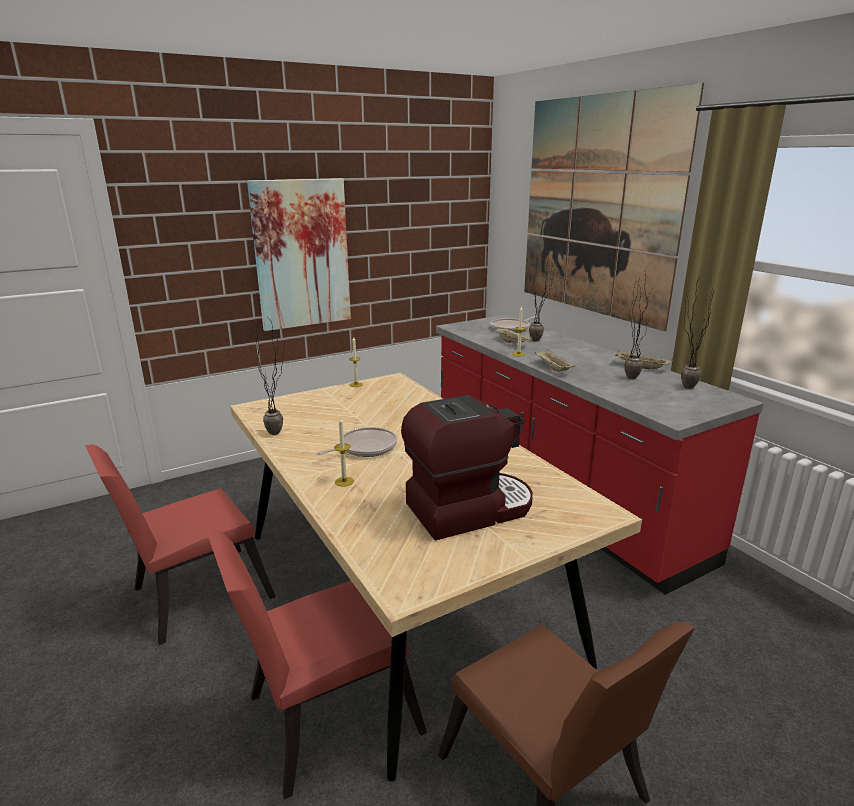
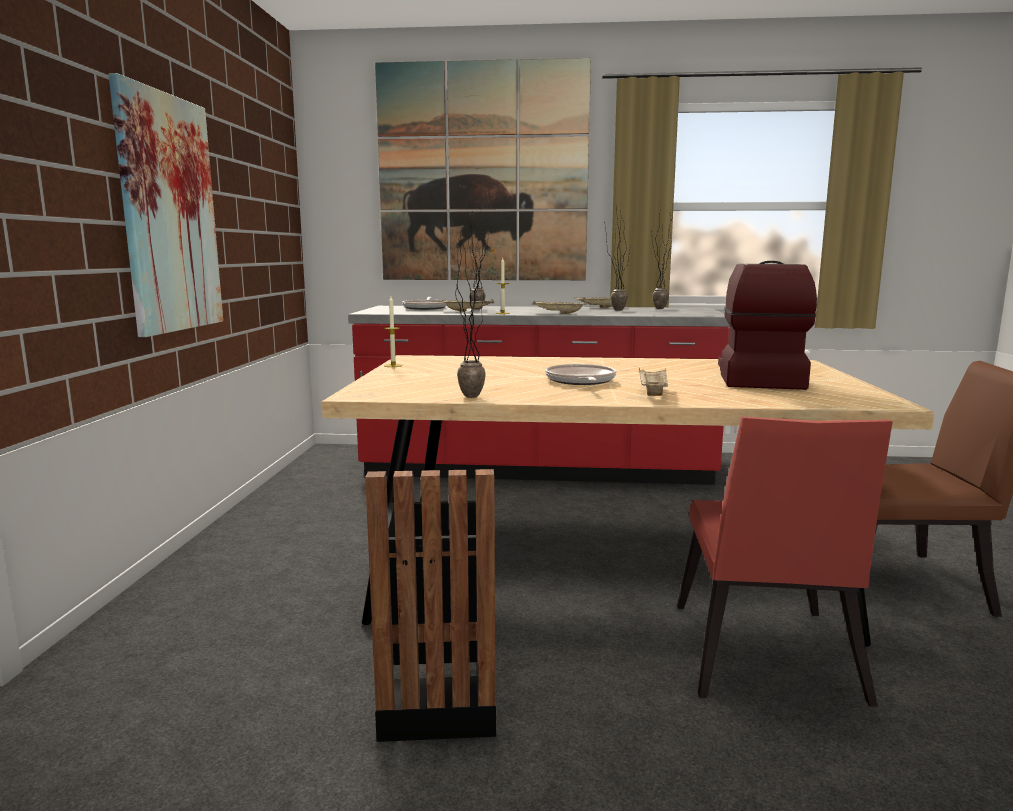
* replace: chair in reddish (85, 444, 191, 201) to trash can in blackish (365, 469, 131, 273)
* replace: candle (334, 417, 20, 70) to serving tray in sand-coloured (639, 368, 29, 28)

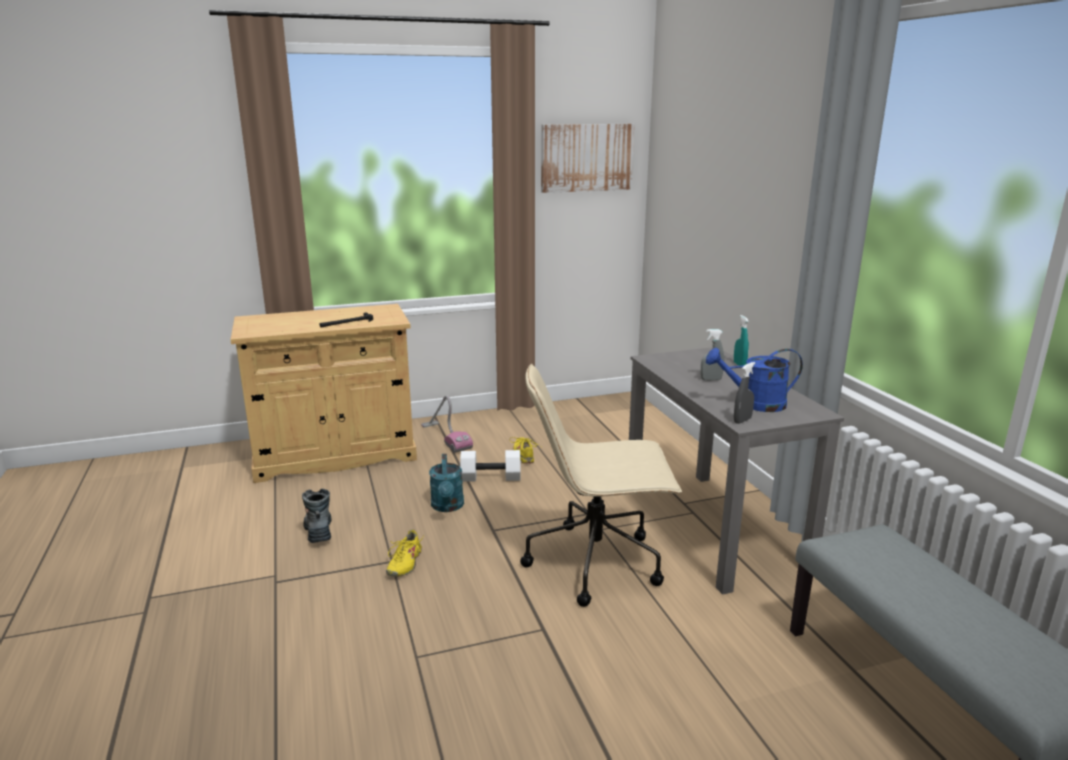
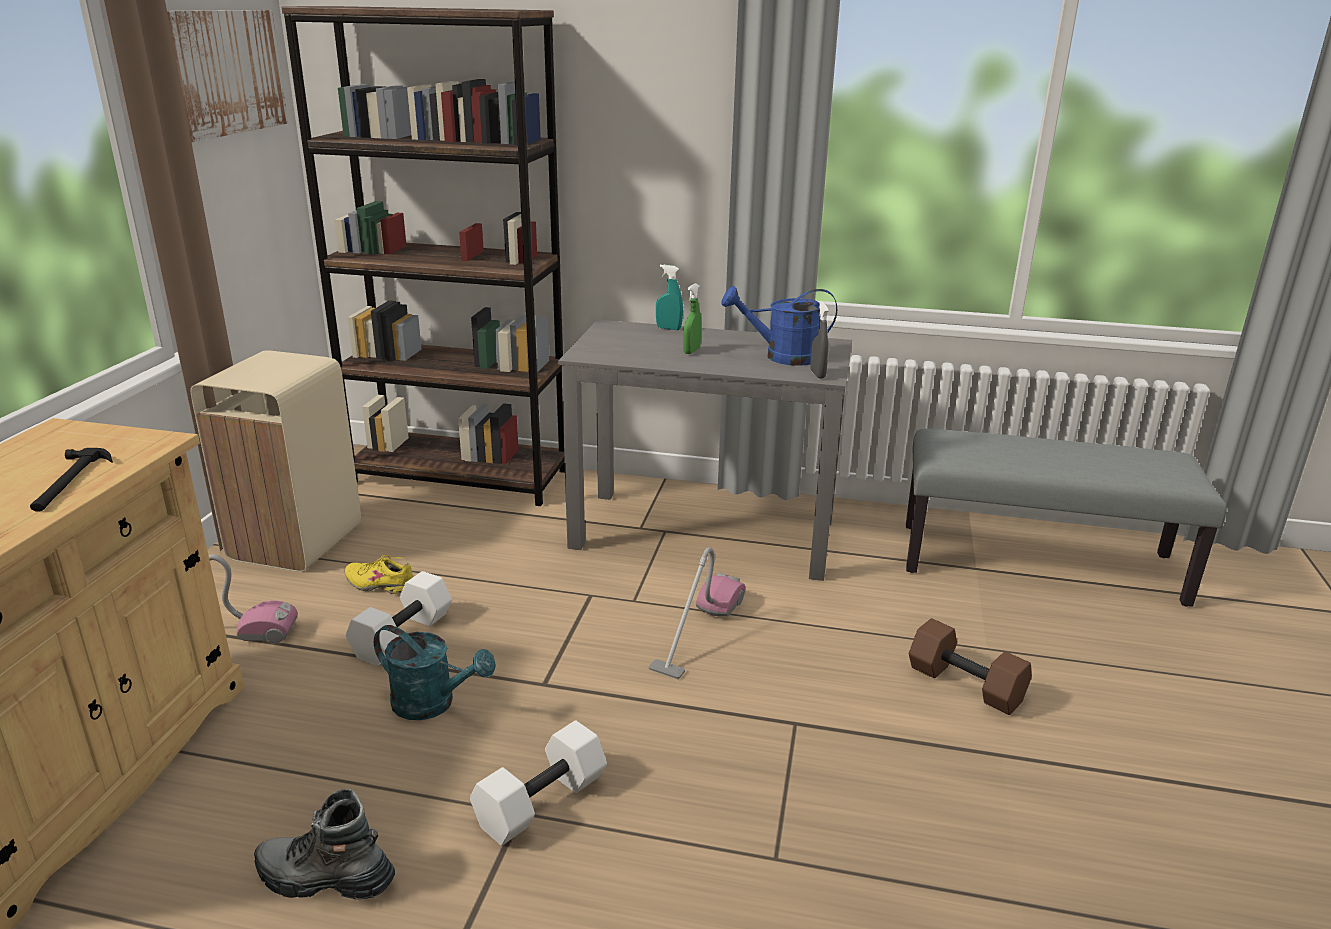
* replace: shoe in yellow (386, 529, 37, 48) to dumbbell in whitish (470, 720, 137, 125)
* replace: office chair in sand-coloured (520, 364, 162, 243) to vacuum cleaner (649, 547, 96, 132)
* recolor: sprayer in gray (701, 329, 23, 51) to sprayer in green (683, 283, 18, 71)
* rotate: watering can in blue (706, 348, 97, 64) = (722, 286, 115, 80) 60 degrees clockwise
* insert: trash can in sand-coloured (191, 350, 170, 222)
* insert: bookshelf in brown (281, 6, 284, 500)
* insert: dumbbell in brown (909, 618, 123, 97)

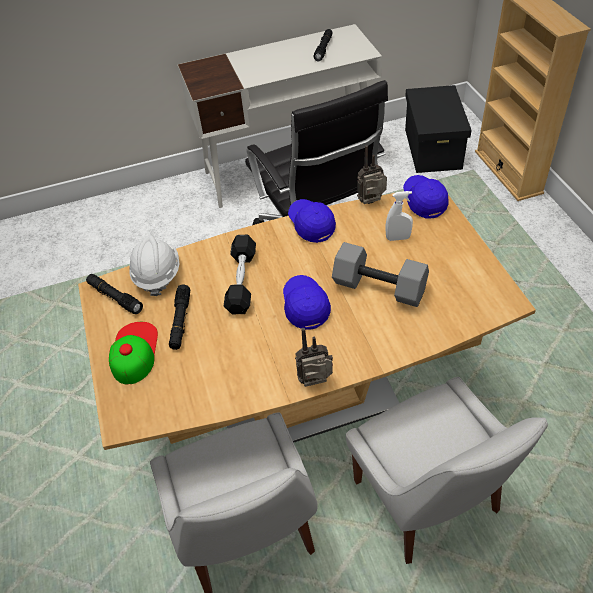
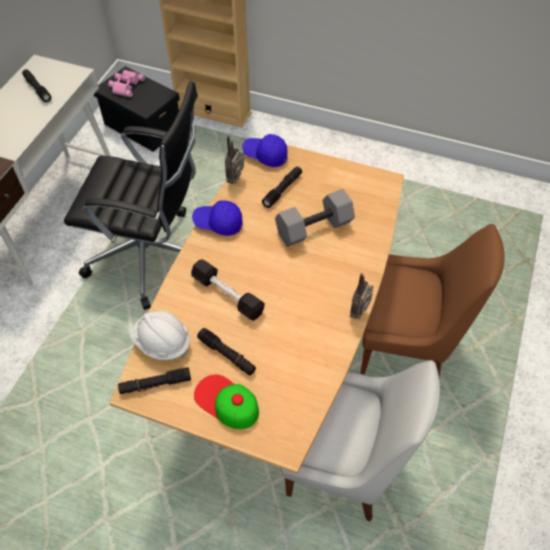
* delete: cap in blue (283, 275, 48, 55)
* recolor: chair in whitish (346, 377, 202, 187) to chair in brown (360, 224, 144, 155)
* replace: sprayer in whitish (385, 191, 28, 50) to torch in blackish (262, 167, 40, 41)
* insert: binoculars in pink-coloured (108, 70, 37, 27)

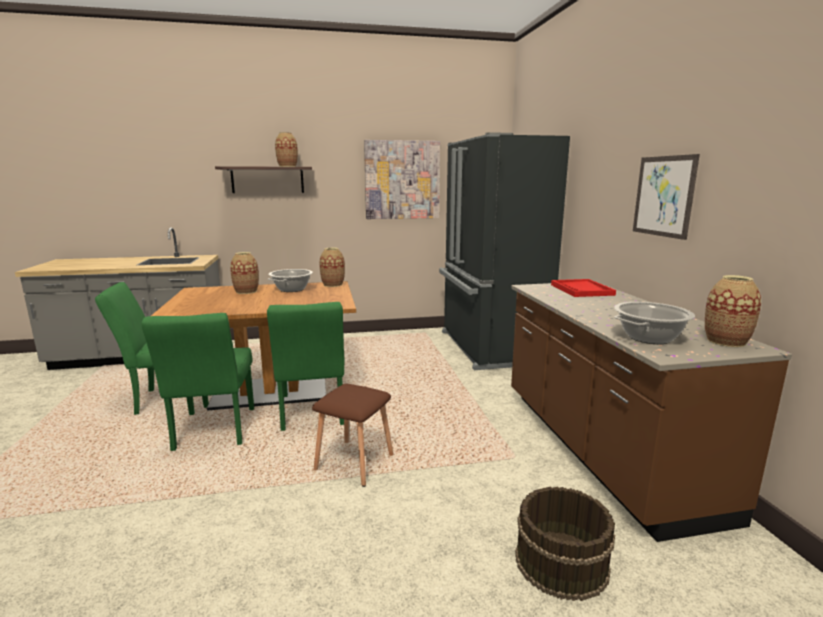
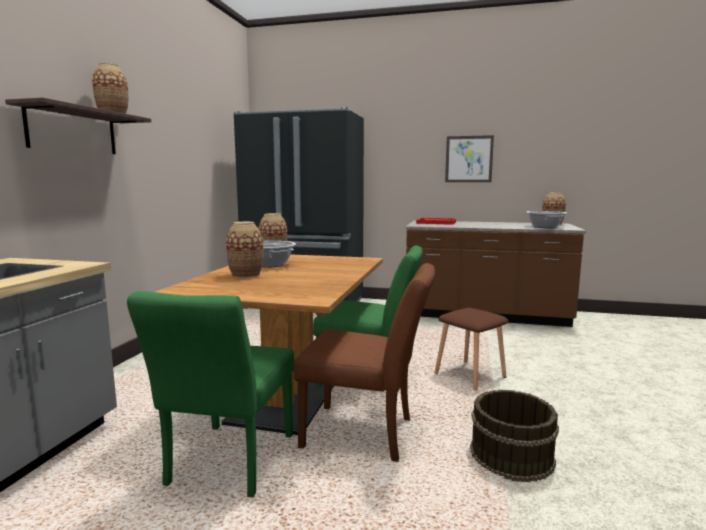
* recolor: chair in green (142, 313, 112, 138) to chair in brown (294, 263, 141, 199)
* delete: wall art (364, 140, 76, 79)
* move: pail in brown (515, 486, 100, 115) to (470, 390, 89, 92)

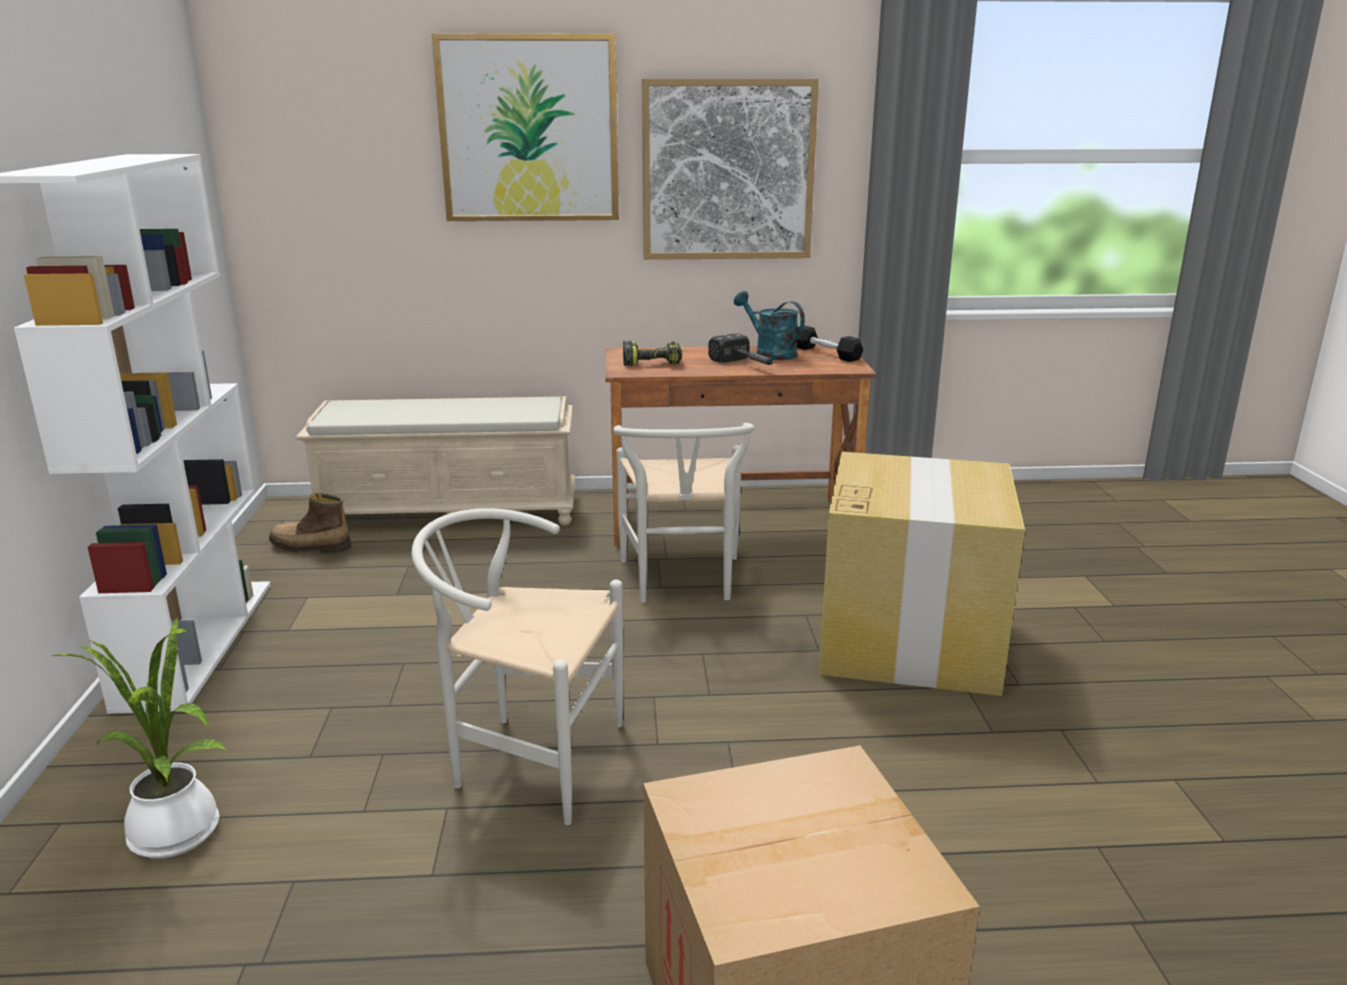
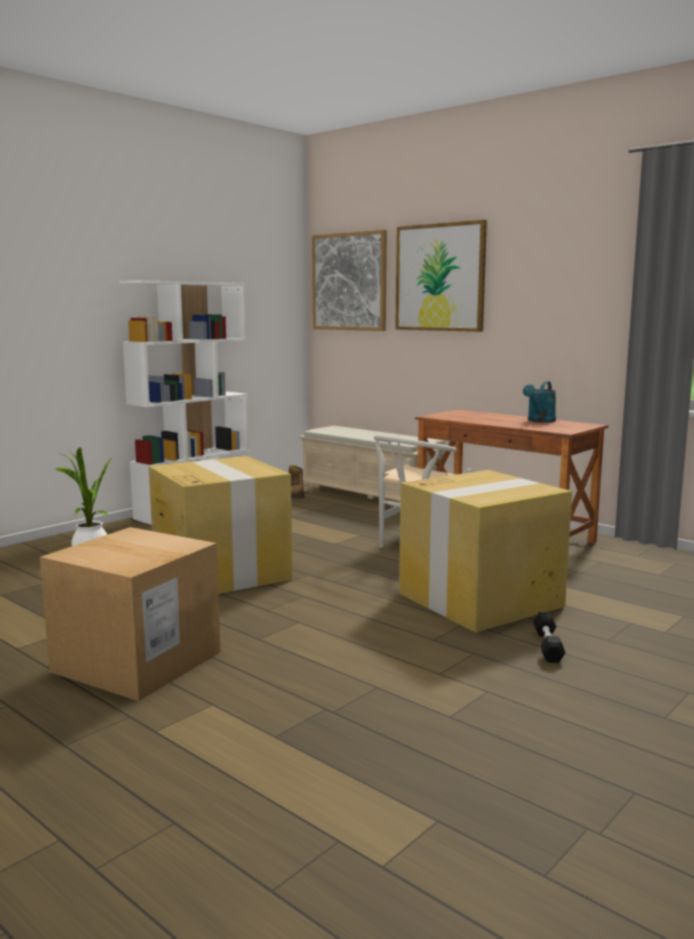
* replace: chair in whitish (412, 508, 212, 317) to cardboard box (149, 456, 144, 138)
* delete: electric drill (623, 341, 59, 25)
* move: wall art (642, 79, 177, 181) to (312, 230, 75, 101)
* delete: hammer (708, 334, 67, 31)
* rotate: watering can in turquoise-coloured (734, 291, 71, 69) = (523, 381, 33, 42) 150 degrees counterclockwise
* move: dumbbell in blackish (797, 325, 66, 37) to (533, 612, 33, 51)

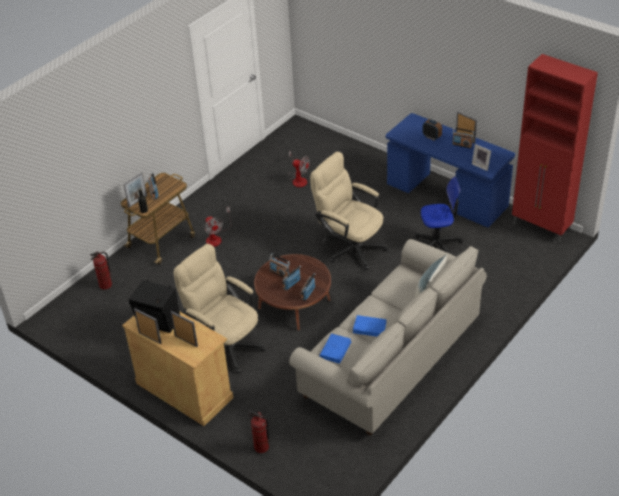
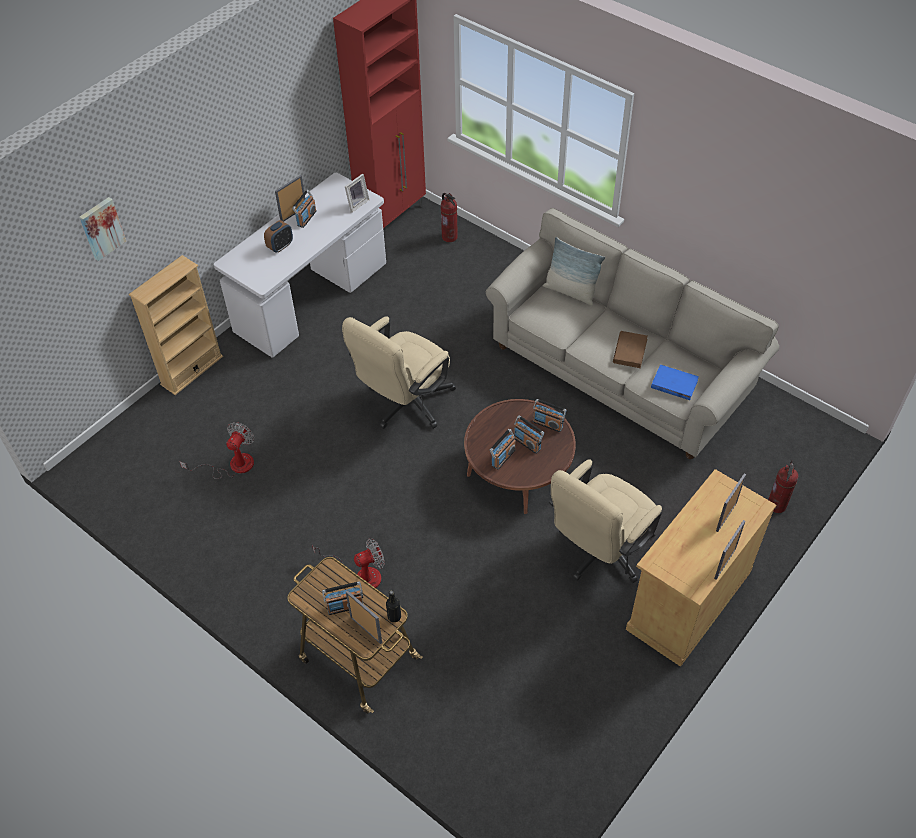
* move: extinguisher (90, 251, 22, 39) to (441, 193, 17, 49)
* delete: loudspeaker in blackish (129, 280, 51, 53)
* recolor: book in blue (353, 315, 34, 22) to book in brown (613, 331, 35, 37)
* recolor: desk unit in blue (386, 113, 129, 114) to desk unit in whitish (214, 173, 172, 185)
* delete: office chair (415, 177, 48, 77)
* insert: wall art (79, 197, 47, 64)
* insert: bookshelf in sand-coloured (129, 255, 94, 140)

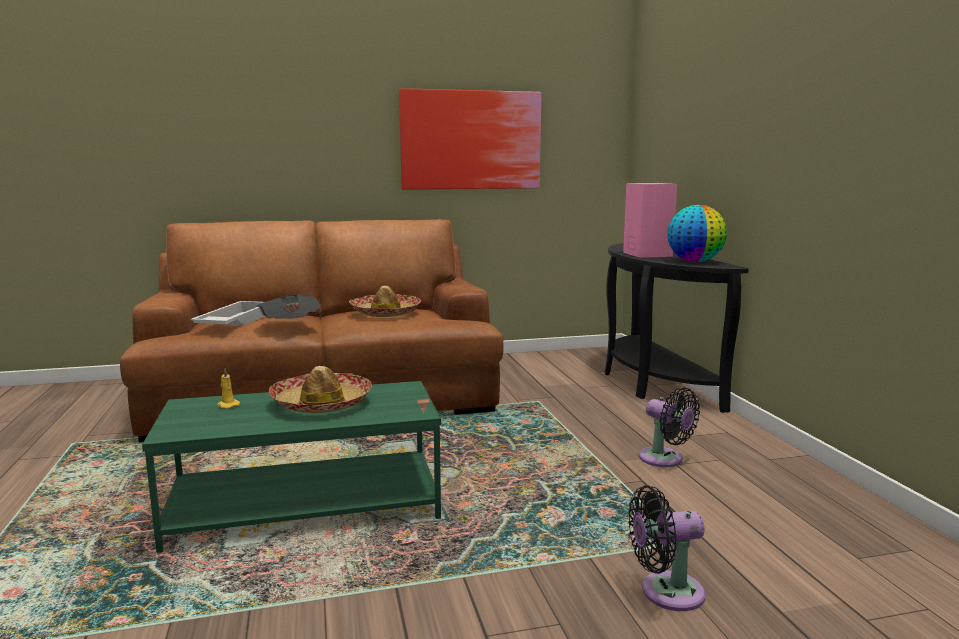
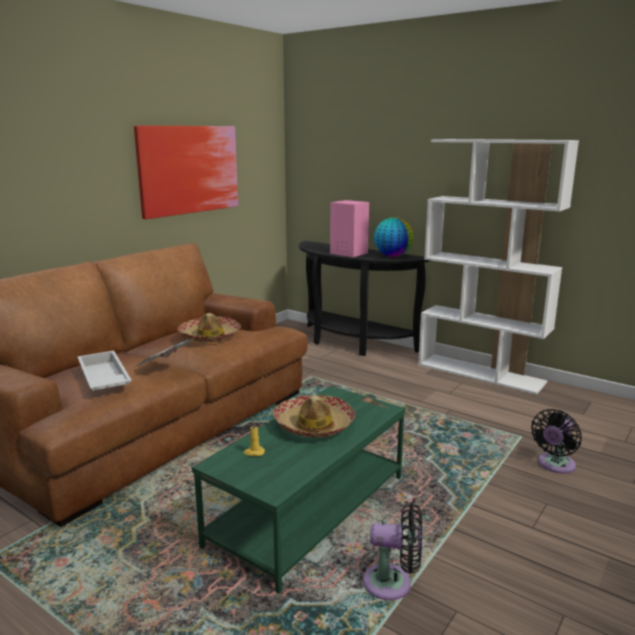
* move: electric fan in blackish (639, 387, 61, 80) to (363, 503, 59, 97)
* insert: bookshelf in whitish (418, 139, 161, 256)

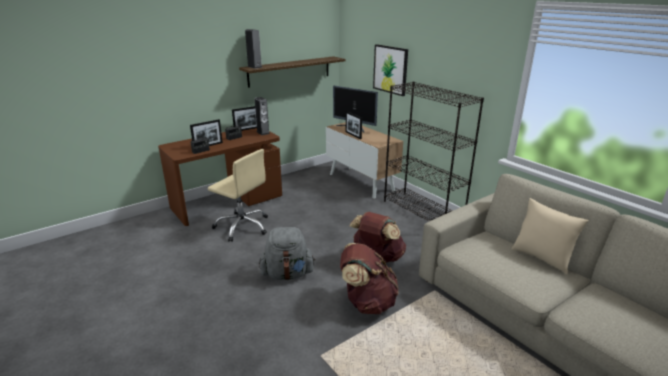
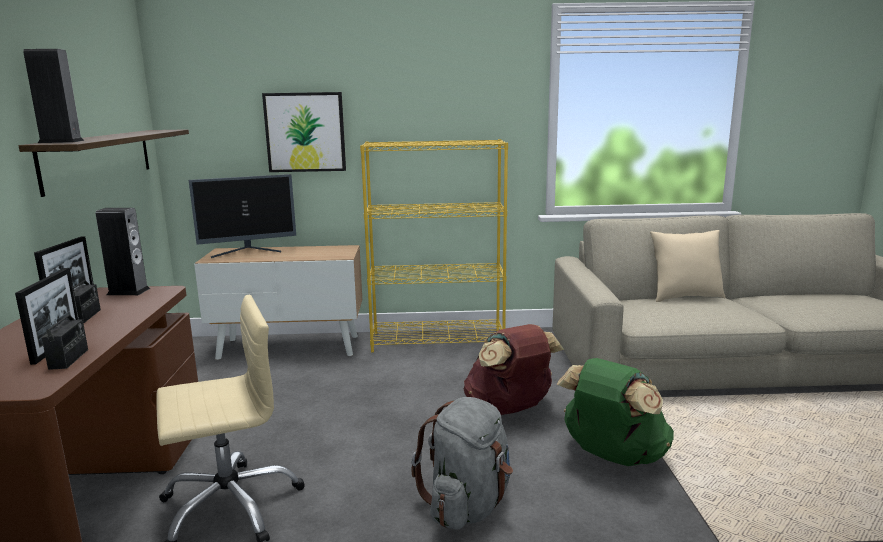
* recolor: backpack in brown (340, 243, 59, 71) to backpack in green (557, 358, 117, 108)
* delete: standing frame (346, 111, 16, 28)
* recolor: bookshelf in blackish (384, 82, 100, 139) to bookshelf in yellow (360, 139, 148, 213)

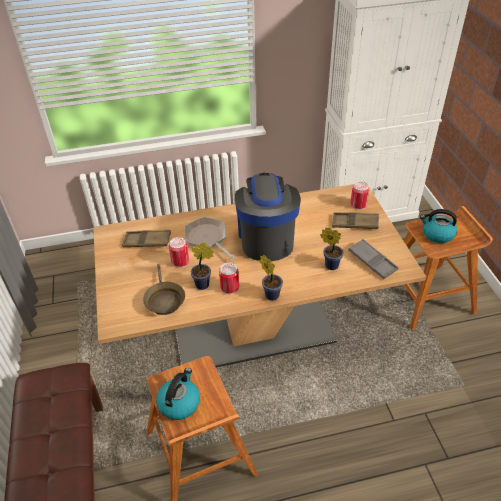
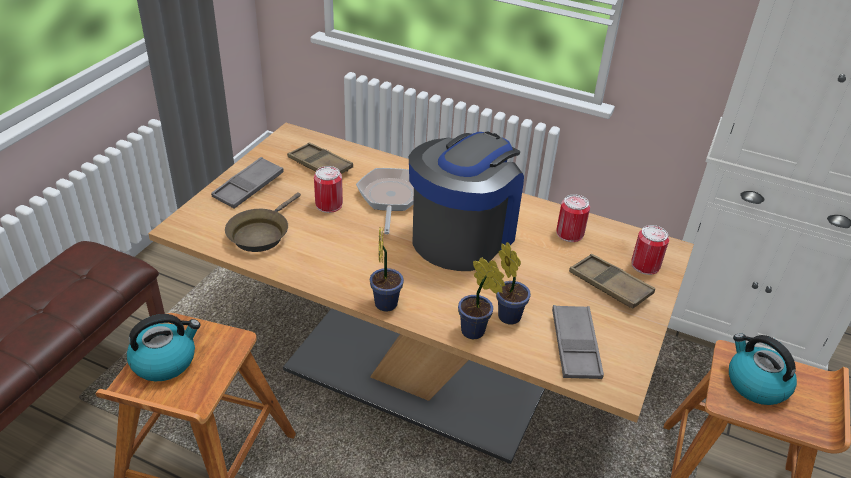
* move: houseplant (191, 242, 23, 48) to (458, 257, 47, 82)
* move: can (219, 262, 20, 32) to (556, 194, 34, 48)
* insert: serving tray in gray (211, 157, 73, 52)

